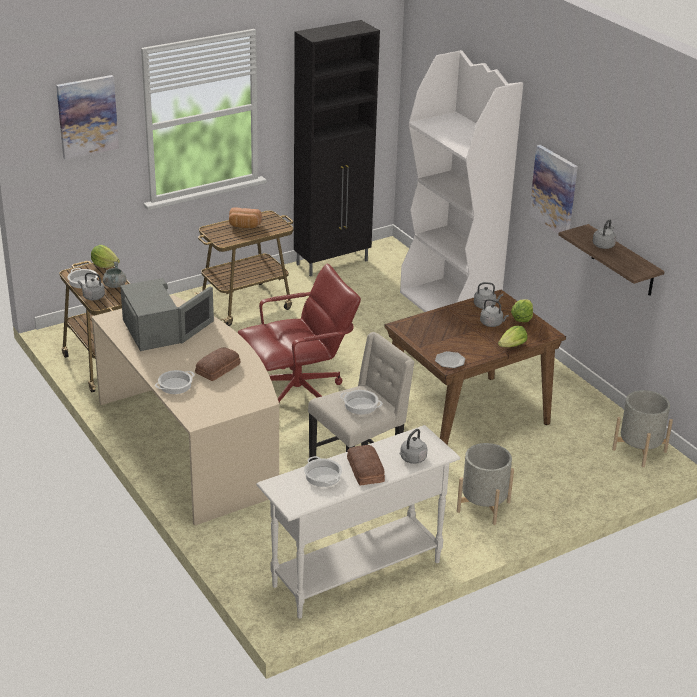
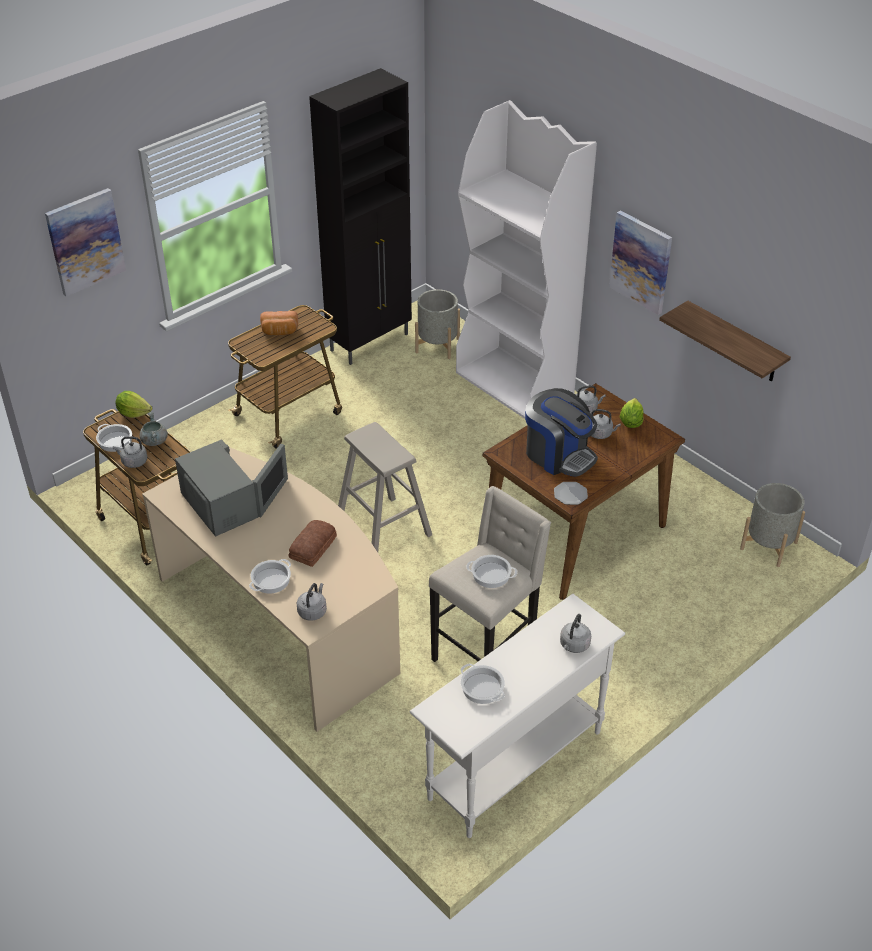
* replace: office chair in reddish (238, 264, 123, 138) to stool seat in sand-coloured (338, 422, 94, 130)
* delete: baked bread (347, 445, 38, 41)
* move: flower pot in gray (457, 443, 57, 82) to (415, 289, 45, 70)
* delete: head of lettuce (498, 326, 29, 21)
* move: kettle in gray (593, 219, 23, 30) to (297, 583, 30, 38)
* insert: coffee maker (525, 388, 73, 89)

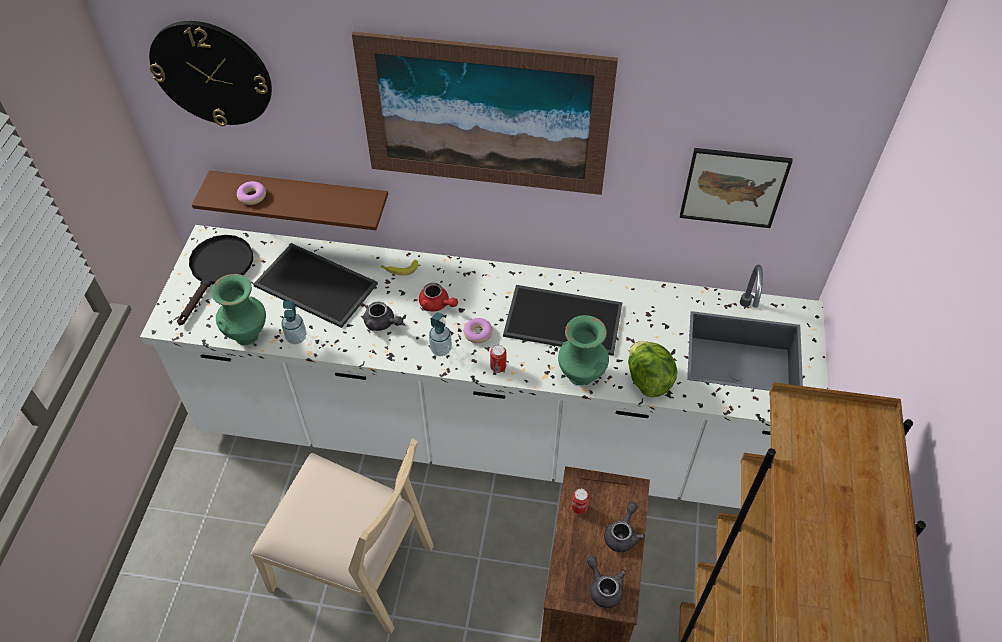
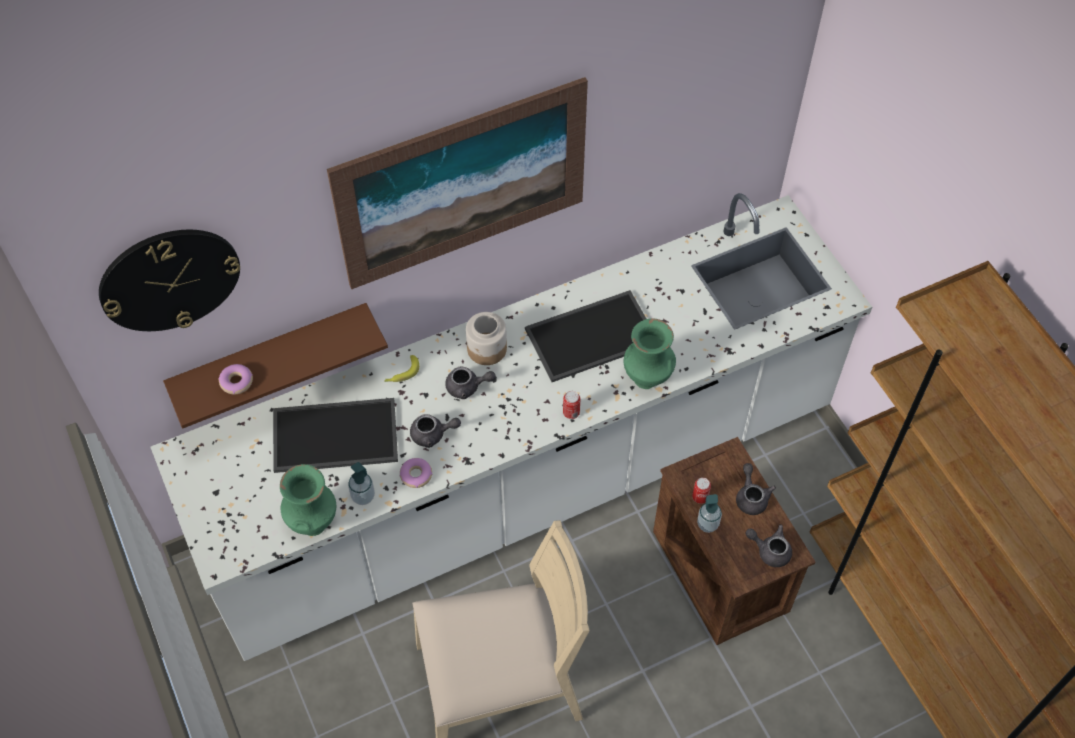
* delete: skillet in blackish (177, 235, 76, 91)
* recolor: teapot in reddish (419, 283, 39, 28) to teapot in gray (445, 367, 51, 32)
* move: liquid soap bottle (429, 312, 23, 44) to (697, 494, 25, 39)
* move: ring doughnut (463, 318, 30, 25) to (400, 458, 33, 30)
* delete: head of lettuce (628, 341, 49, 57)
* delete: wall art (680, 148, 113, 80)
* insert: storage jar (466, 312, 41, 53)

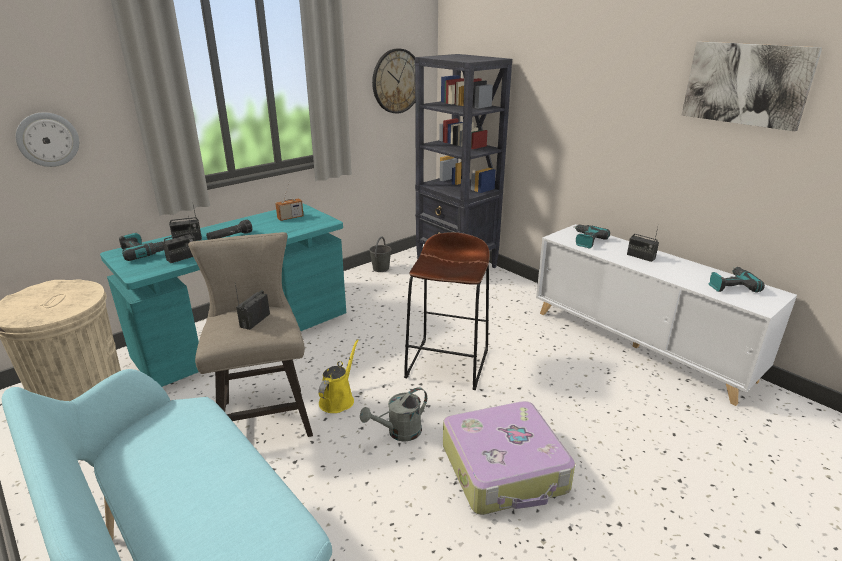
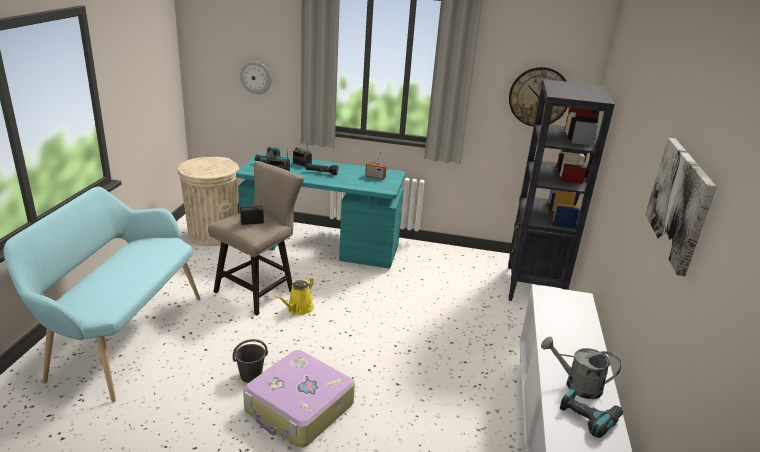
* rotate: watering can in yellow (318, 339, 41, 74) = (276, 277, 38, 38) 135 degrees clockwise
* move: watering can in gray (360, 387, 67, 55) to (541, 337, 80, 62)
* move: pail in gray (369, 237, 23, 35) to (233, 339, 35, 44)
* delete: stool seat in brown (404, 232, 86, 158)
* delete: electric drill (574, 224, 36, 25)
* delete: radio set (627, 228, 32, 34)

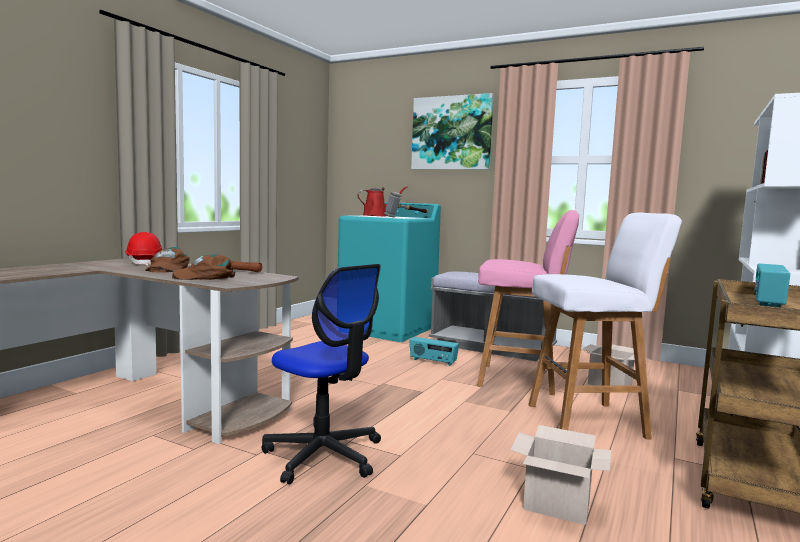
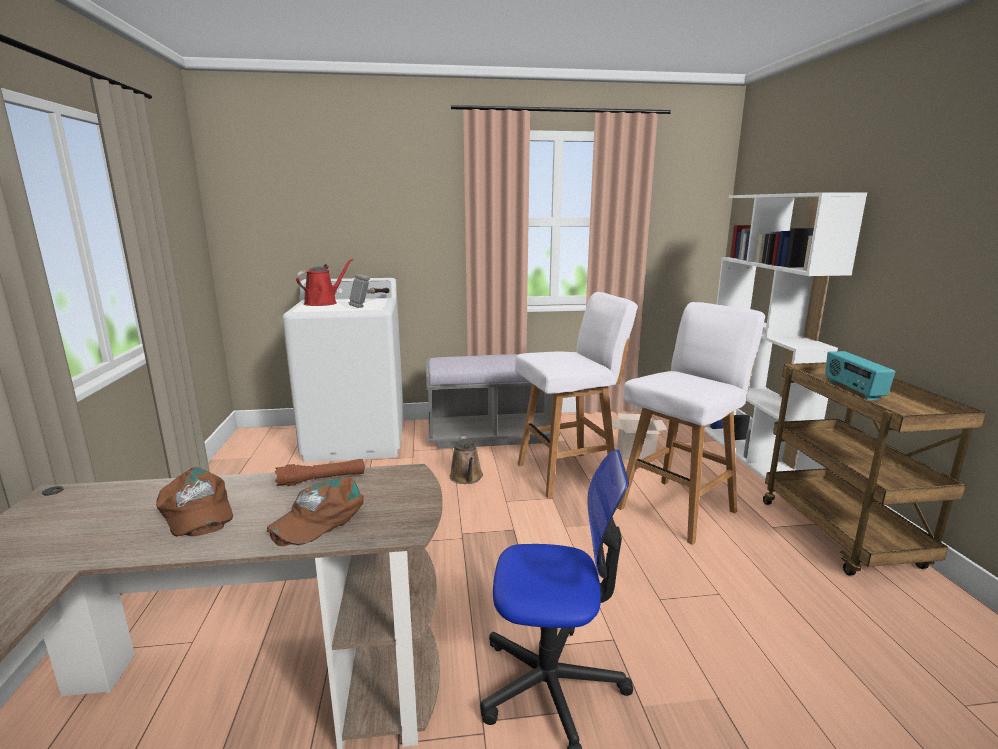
* delete: hard hat in reddish (125, 232, 37, 34)
* recolor: laundry machine in turquoise-coloured (338, 202, 103, 140) to laundry machine in whitish (282, 278, 122, 184)
* replace: radio set (409, 337, 50, 29) to watering can in brown (449, 436, 34, 48)
* delete: wall art (411, 93, 83, 77)
* recolor: stool seat in pink-coloured (477, 210, 102, 185) to stool seat in whitish (515, 292, 123, 207)
* delete: cardboard box (511, 425, 100, 100)

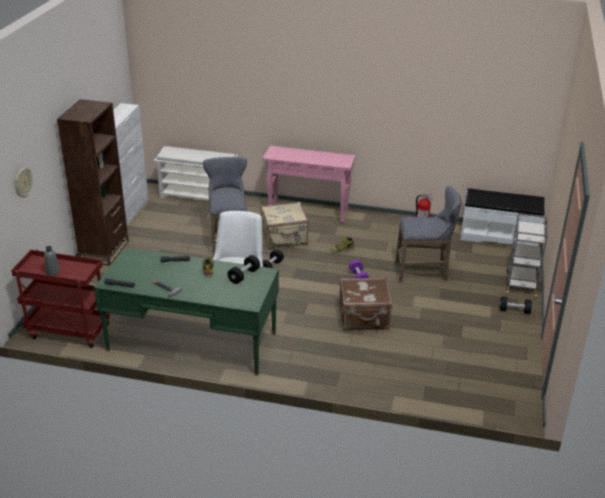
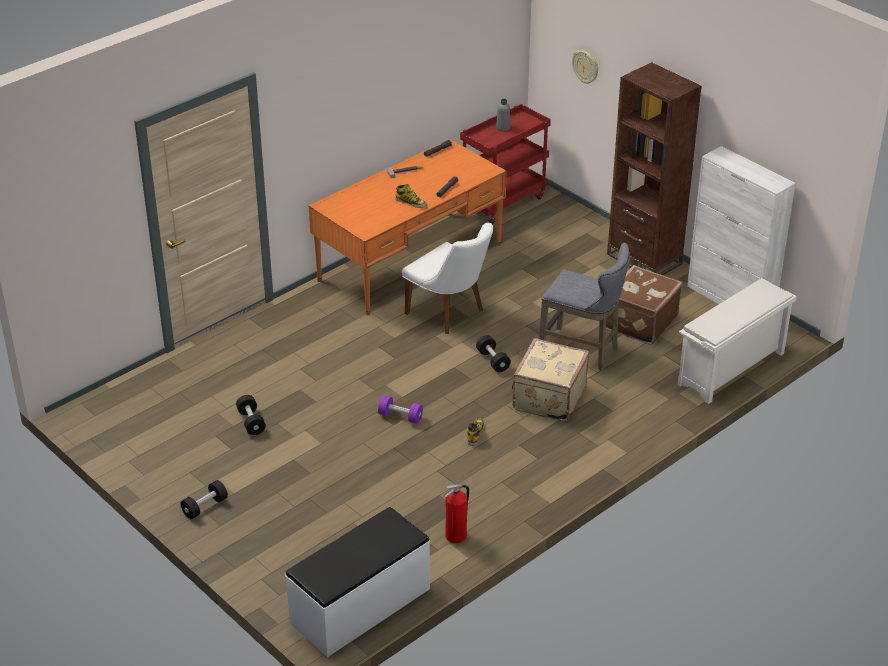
* recolor: desk unit in green (94, 248, 185, 128) to desk unit in orange-coloured (309, 139, 198, 176)
* move: dumbbell in blackish (227, 255, 33, 29) to (236, 395, 30, 40)
* delete: console table in pink-coloured (263, 146, 93, 77)
* move: travel case in brown (340, 278, 52, 52) to (606, 265, 76, 80)
* delete: stool seat in gray (396, 186, 65, 96)
* delete: trolley in gray (506, 213, 42, 84)

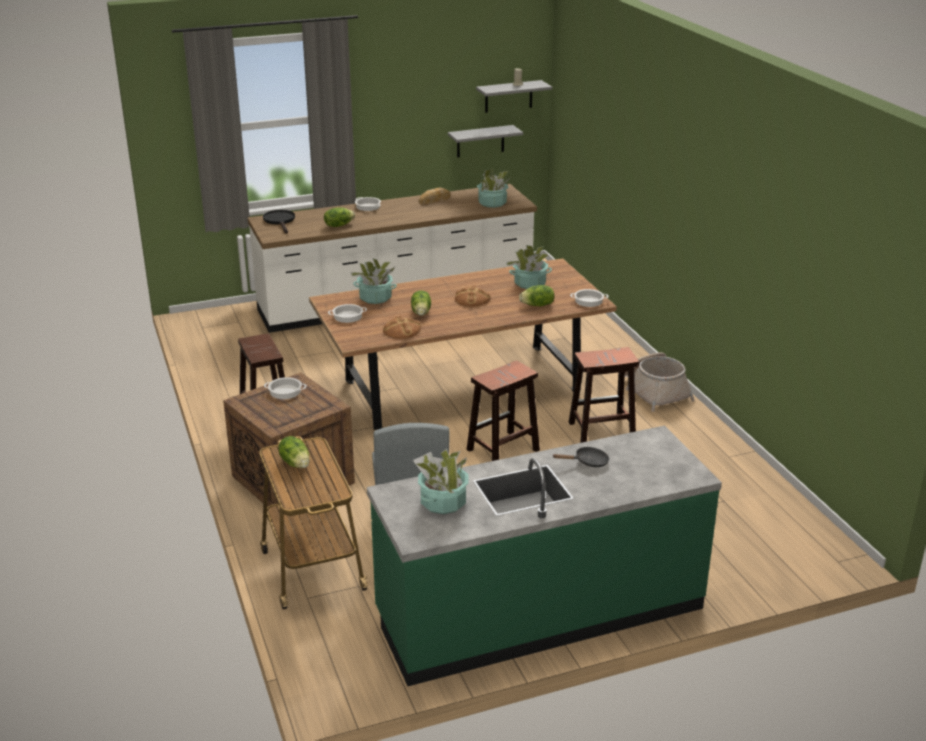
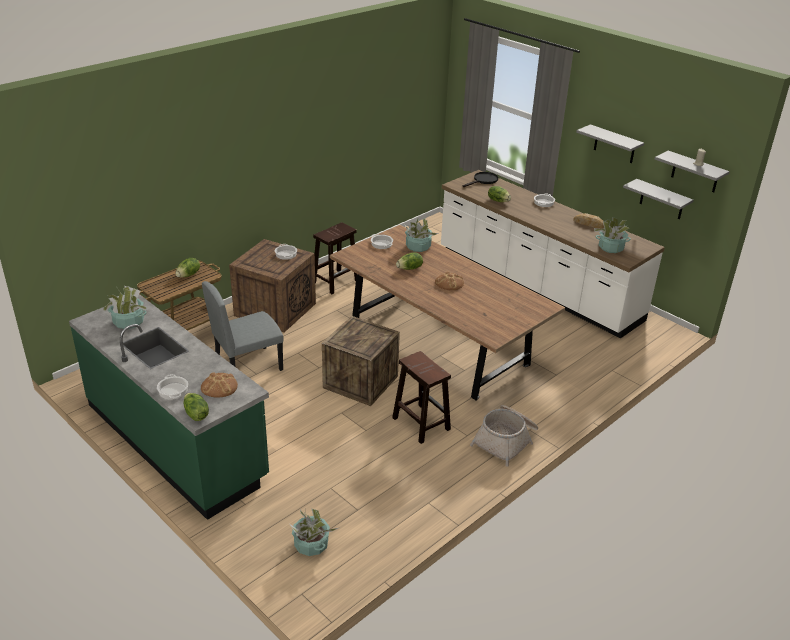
* move: baked bread (383, 316, 38, 23) to (201, 372, 37, 26)
* replace: stool seat in brown (467, 360, 73, 101) to shipping crate (322, 316, 78, 90)
* move: houseplant (506, 245, 46, 44) to (290, 509, 48, 47)
* move: head of lettuce (519, 285, 36, 21) to (183, 393, 26, 28)
* delete: skillet in blackish (552, 447, 57, 20)
* move: stockpot (570, 289, 39, 18) to (157, 374, 31, 25)
* insert: shelf in gray (576, 124, 68, 39)

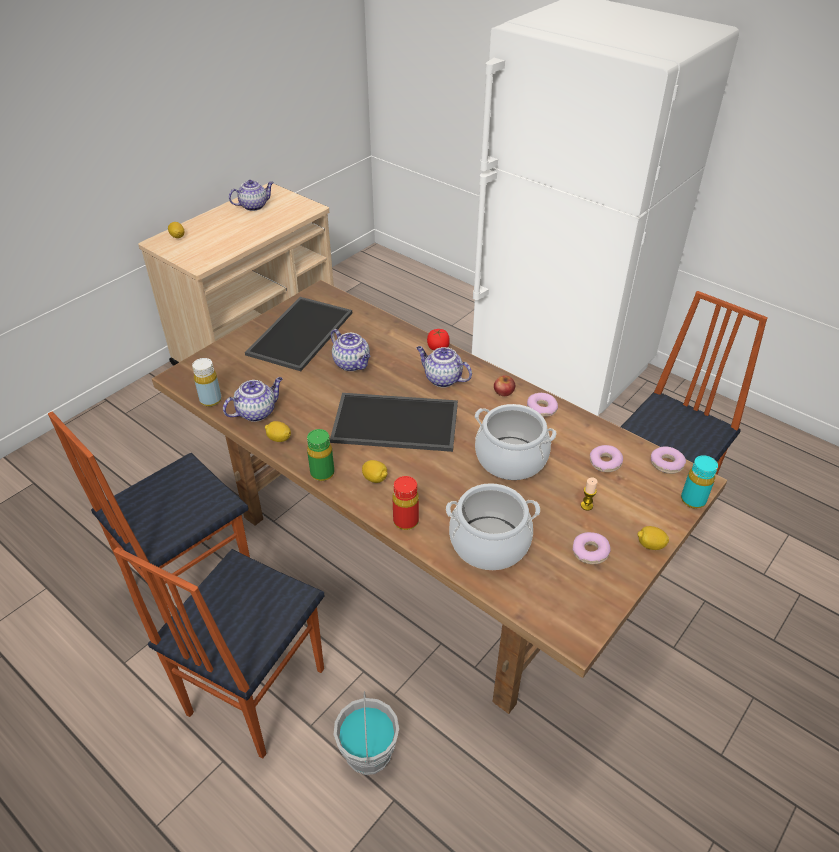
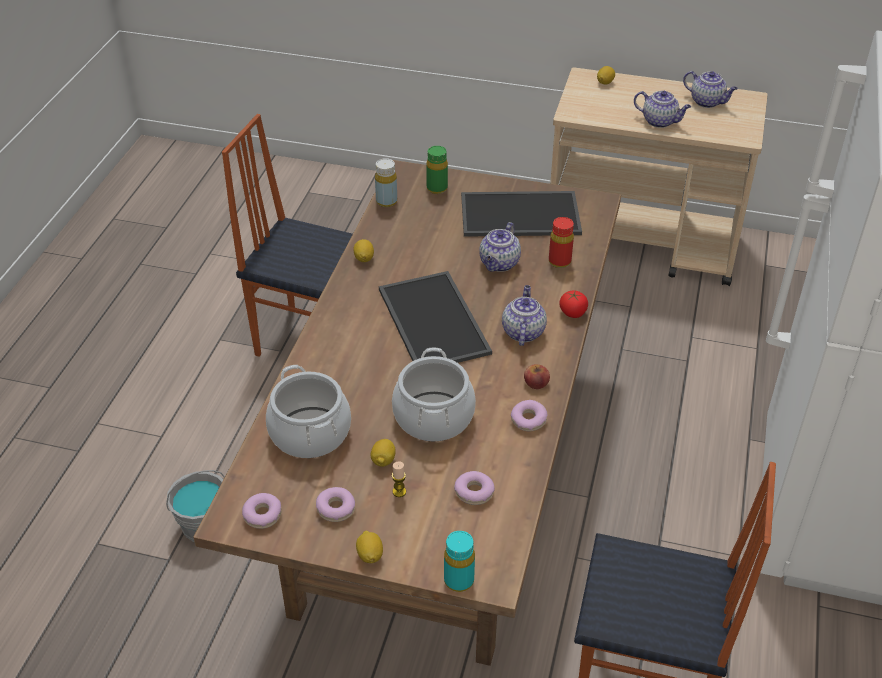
* delete: chair (113, 547, 212, 212)
* move: teapot (223, 377, 60, 45) to (634, 91, 57, 37)
* move: bottle in green (307, 429, 27, 52) to (426, 146, 22, 48)
* move: citrus fruit (362, 460, 26, 23) to (371, 439, 25, 28)
* move: bottle in reddish (392, 476, 27, 54) to (549, 217, 25, 51)
* move: ring doughnut (651, 446, 35, 28) to (242, 493, 40, 36)

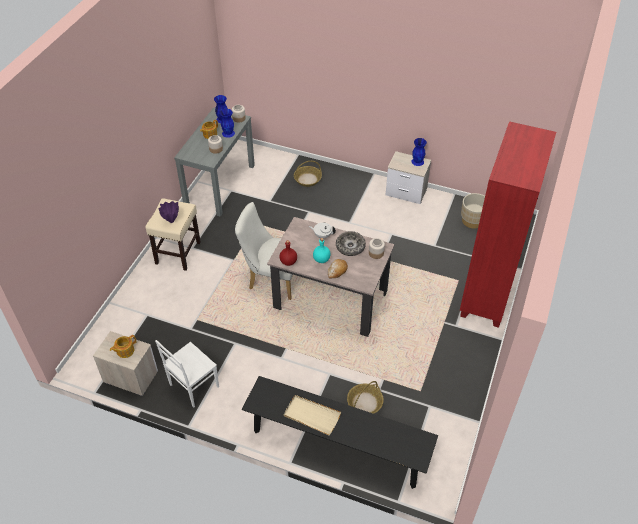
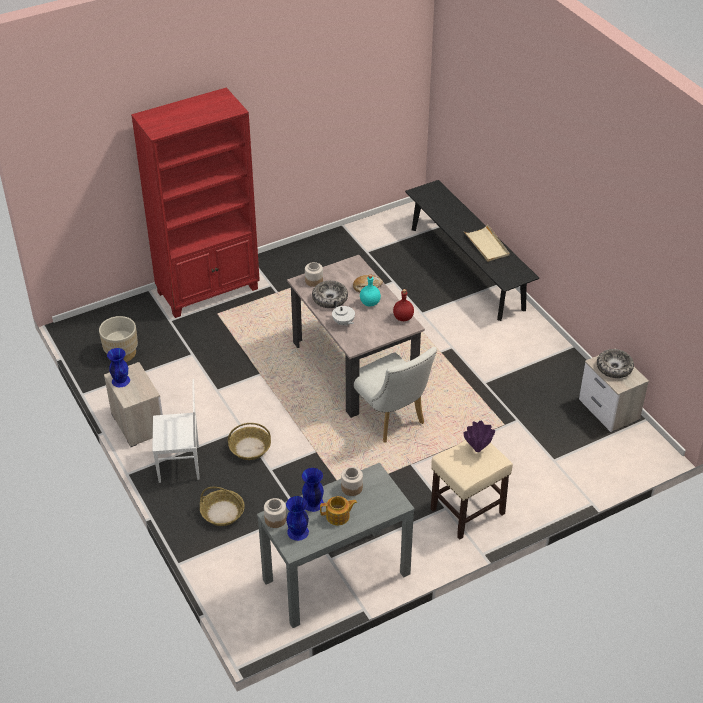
* replace: teapot (110, 335, 26, 23) to deep dish (597, 349, 37, 29)
* move: chair in whitish (155, 340, 64, 68) to (152, 379, 48, 104)
* move: basket (347, 381, 37, 33) to (228, 423, 43, 37)

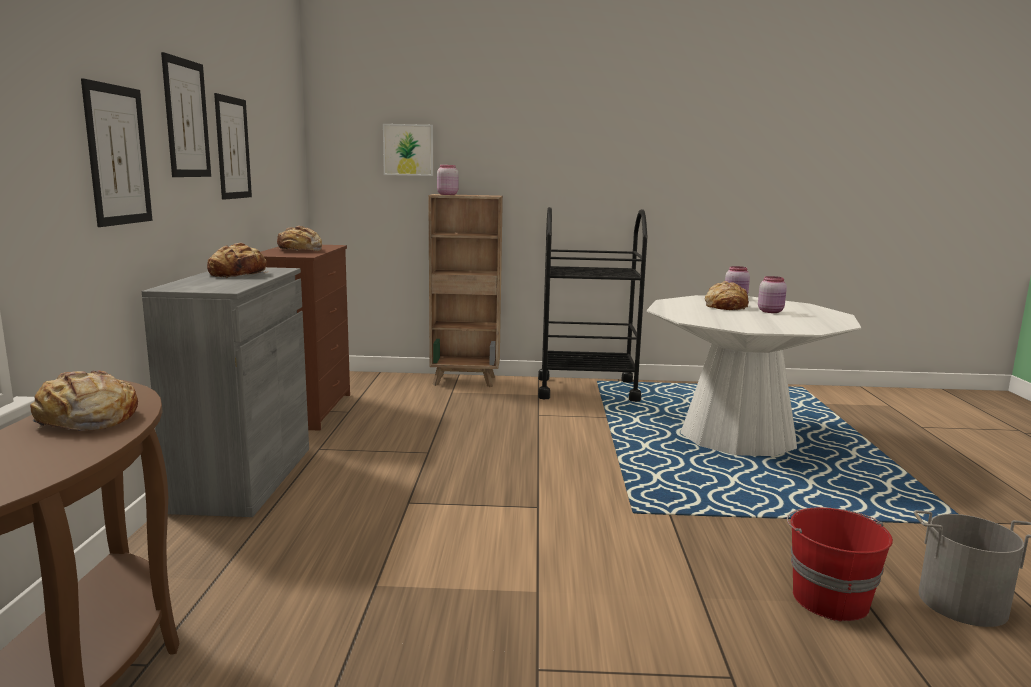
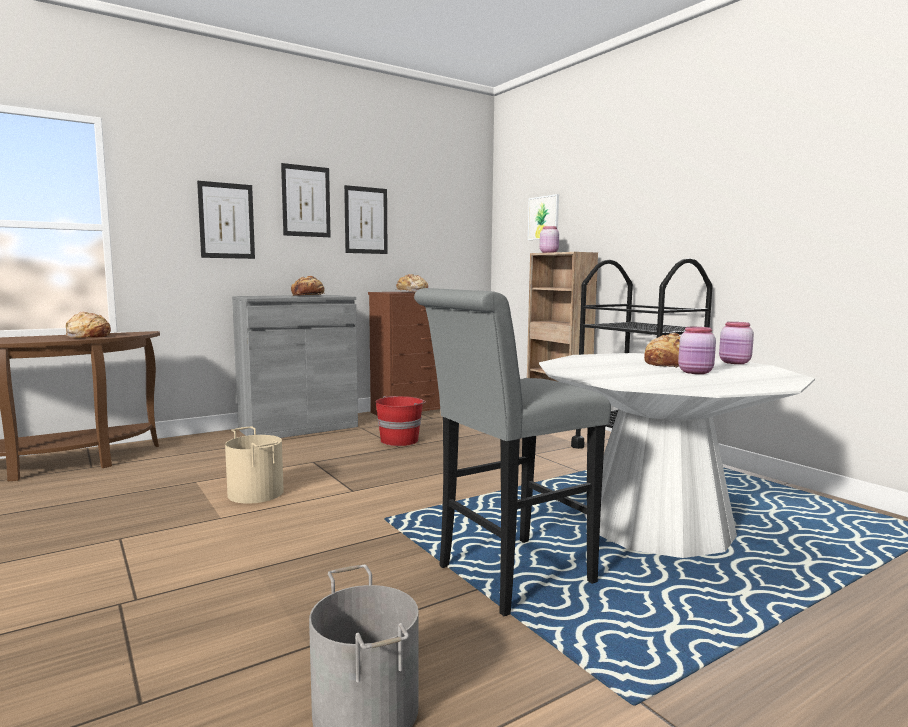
* move: pail in reddish (787, 507, 106, 114) to (376, 396, 50, 50)
* insert: pail in sand-coloured (225, 426, 59, 78)
* insert: stool seat in gray (414, 288, 197, 328)

